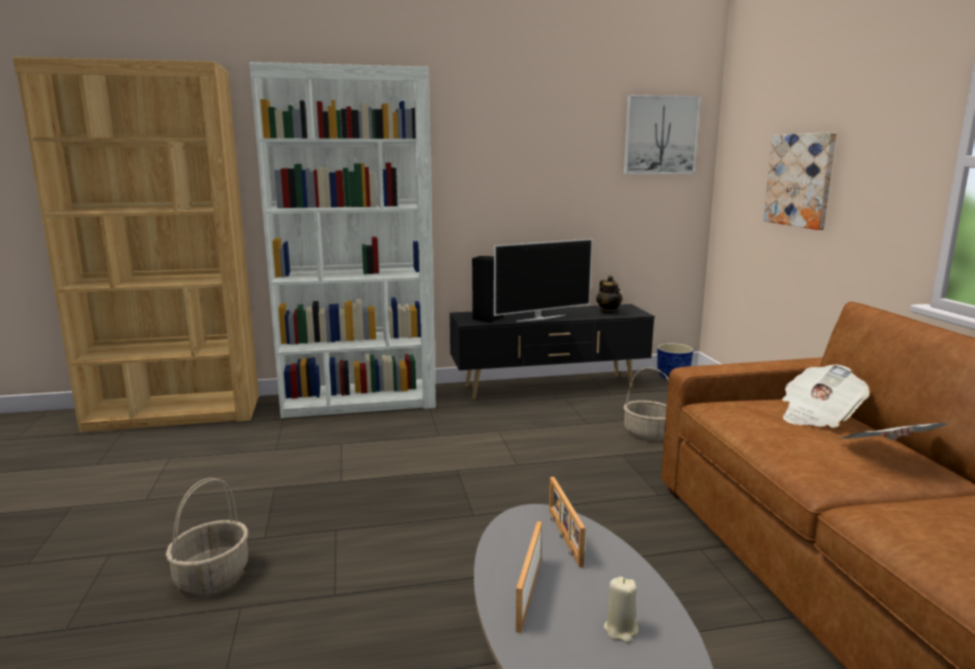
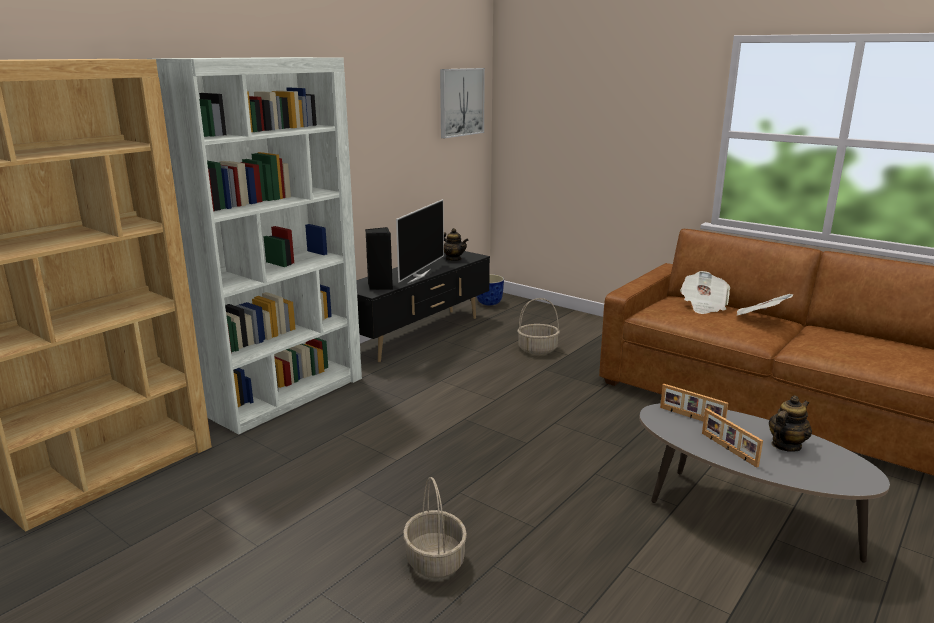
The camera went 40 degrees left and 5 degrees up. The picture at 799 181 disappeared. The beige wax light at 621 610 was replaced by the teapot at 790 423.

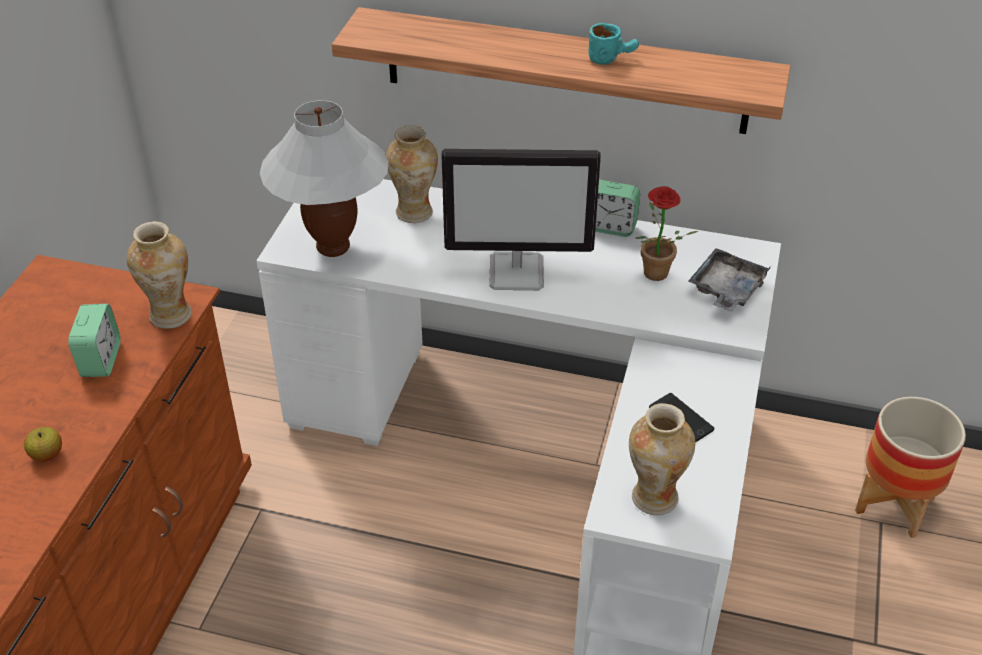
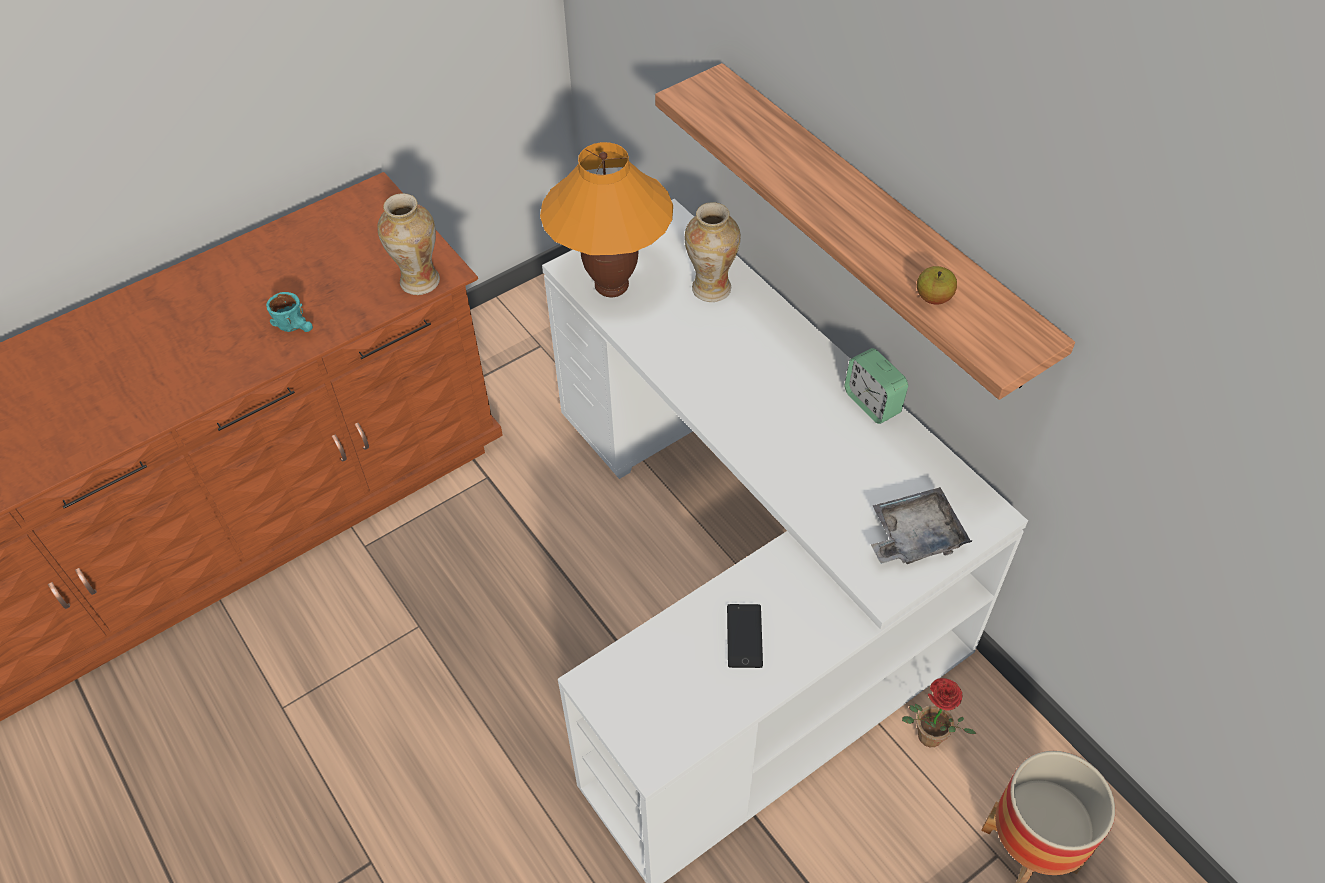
The camera went 40 degrees right and 10 degrees up. The turquoise-coloured coffee mug moved from 614 44 to 289 312. The whitish tabletop lamp at 324 178 became the orange-coloured tabletop lamp at 606 219. The computer display at 521 219 disappeared. The plant in a pot moved from 667 233 to 939 712. The alarm clock at 94 340 disappeared. The vase at 662 459 disappeared. The apple fruit moved from 43 444 to 937 285.

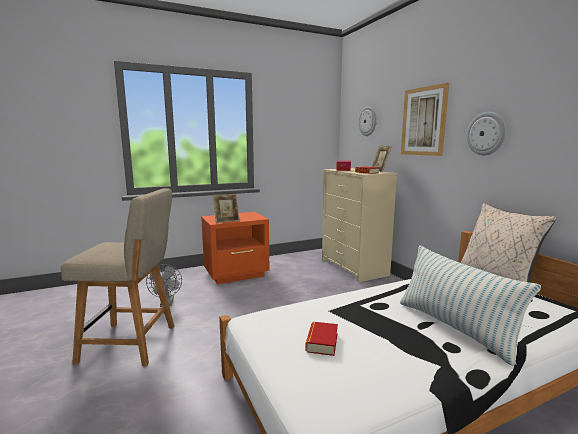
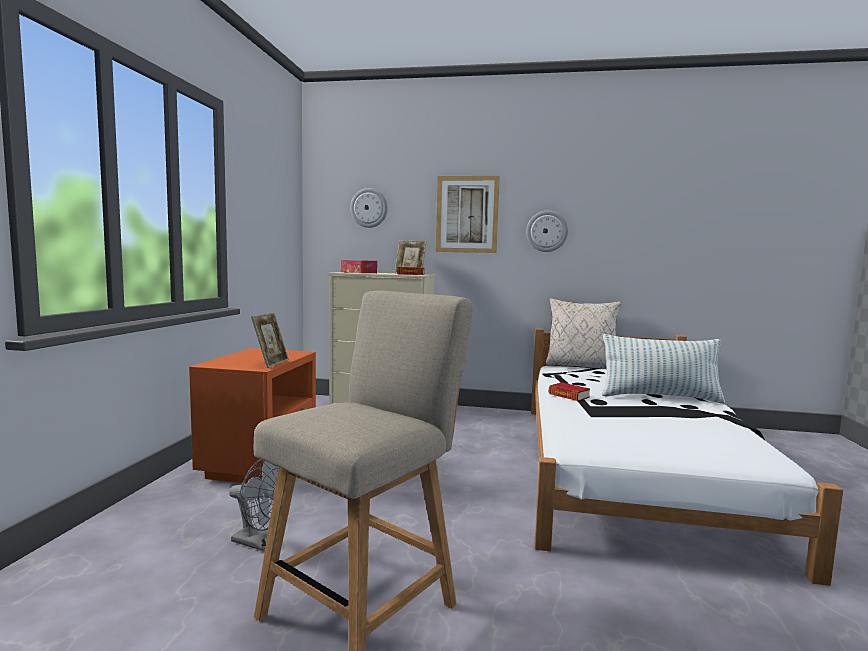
The camera went 55 degrees left and 5 degrees down. The volume moved from 321 339 to 569 391.

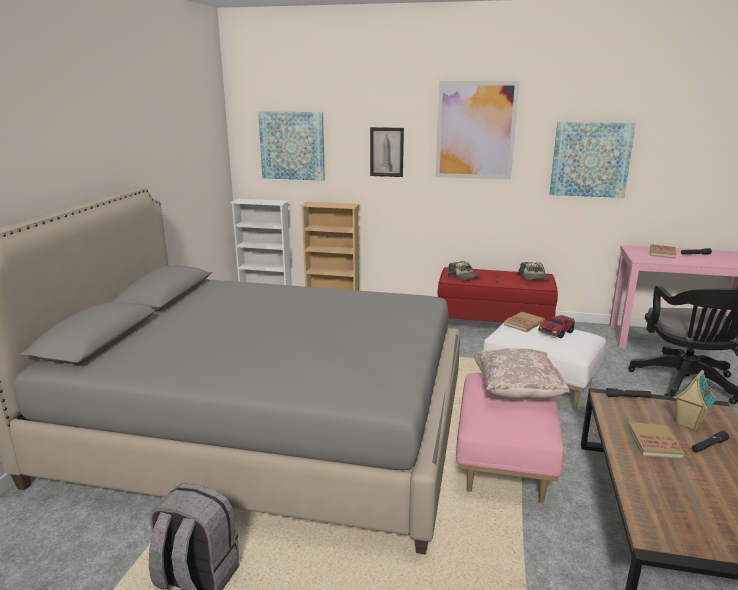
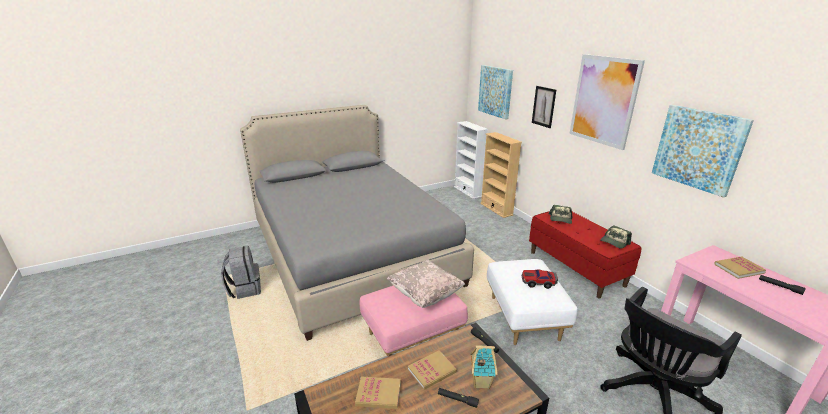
The camera went 50 degrees right and 5 degrees up. The volume moved from 524 322 to 378 392.

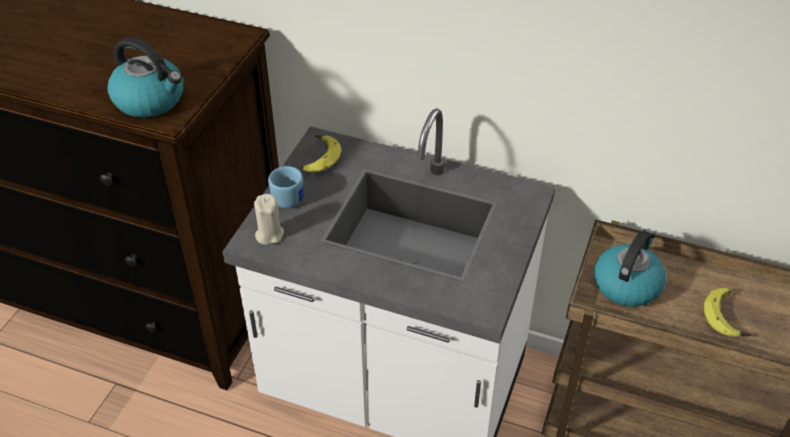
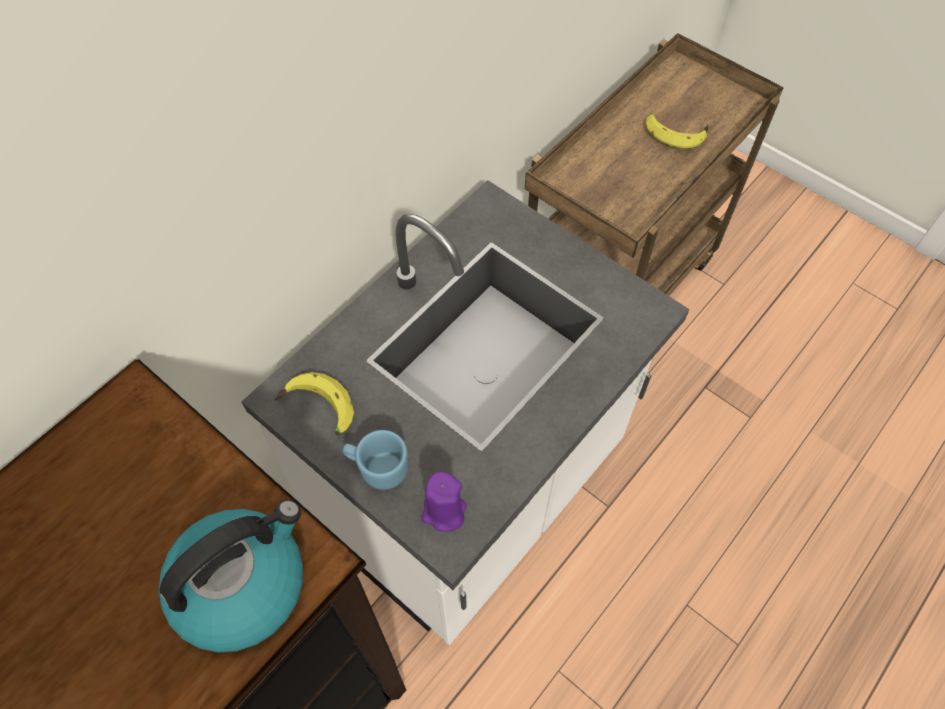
The camera went 70 degrees left and 15 degrees up. The beige wax light at 269 219 became the purple wax light at 444 502. The kettle at 630 268 disappeared.

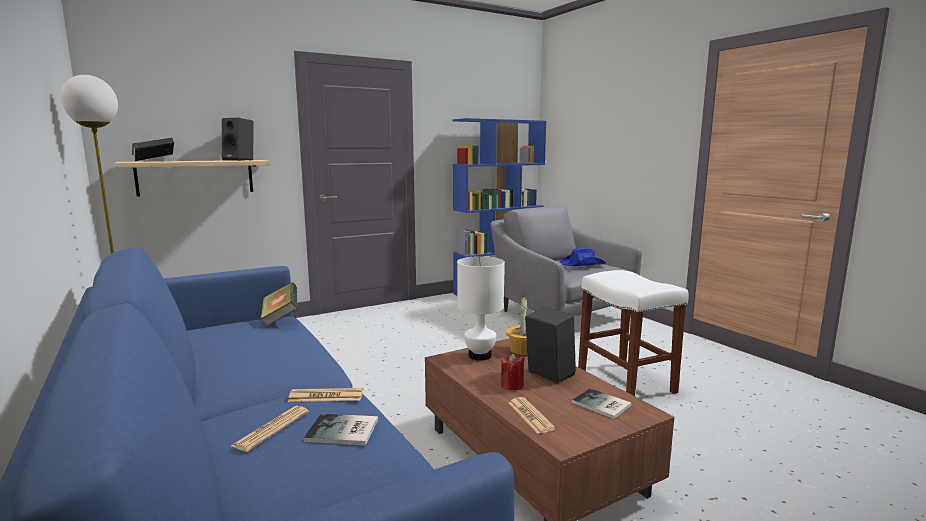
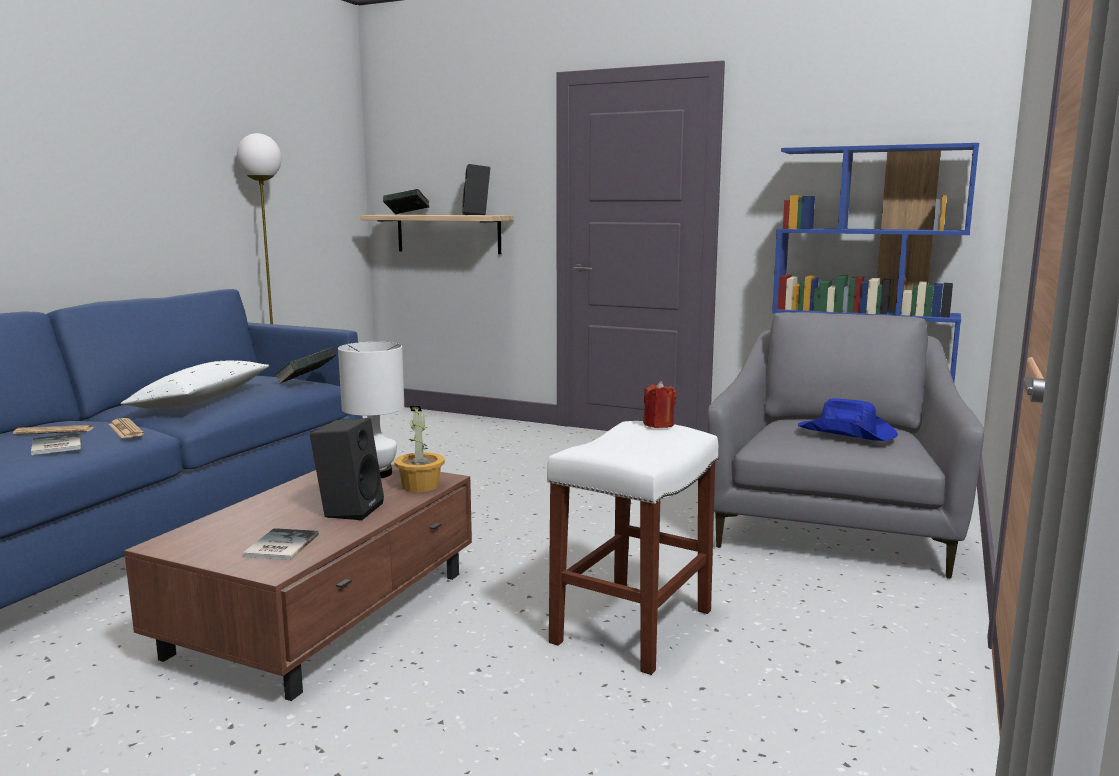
The camera went 55 degrees right and 0 degrees up. The reddish wax light moved from 513 372 to 660 404. The printed paper at 532 415 disappeared. The whitish cushion at 194 385 appeared.

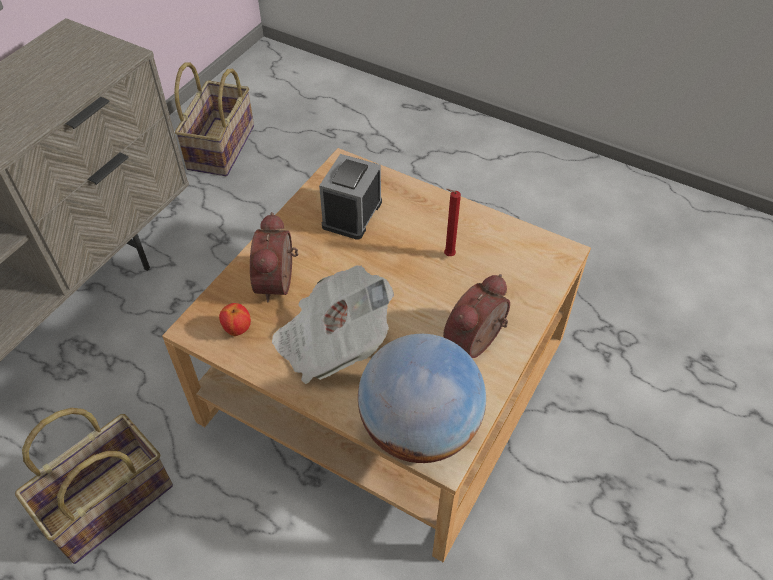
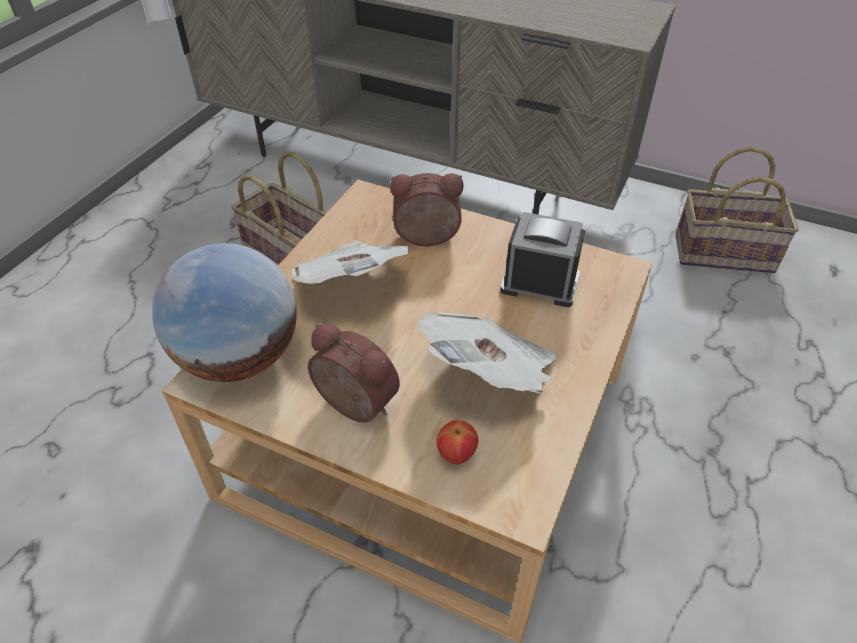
The camera went 85 degrees right and 5 degrees down. The reddish wax light at 452 222 was replaced by the printed paper at 487 352. The apple fruit moved from 235 319 to 457 442.

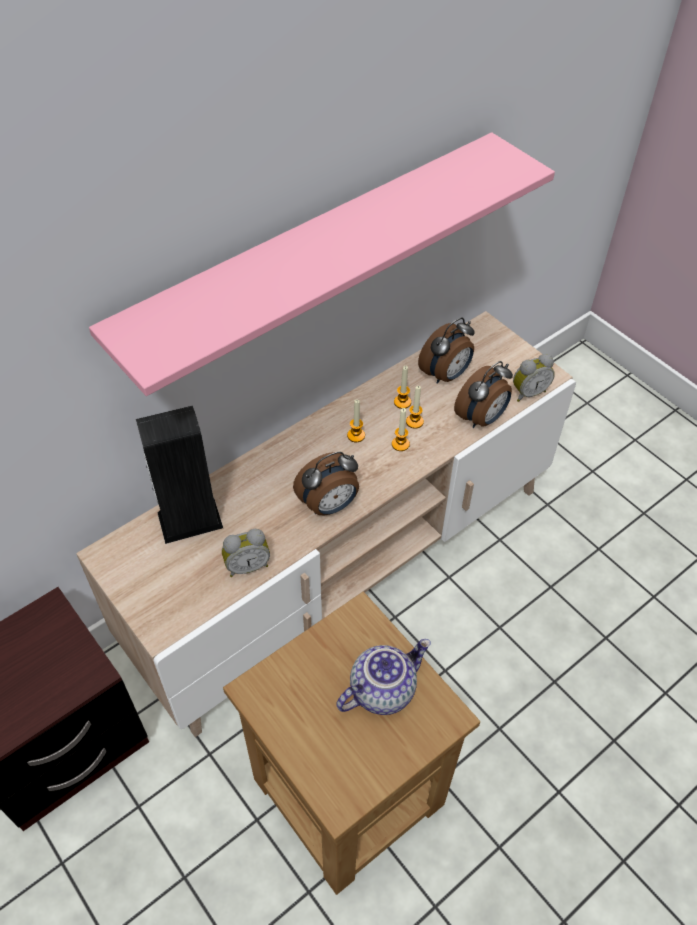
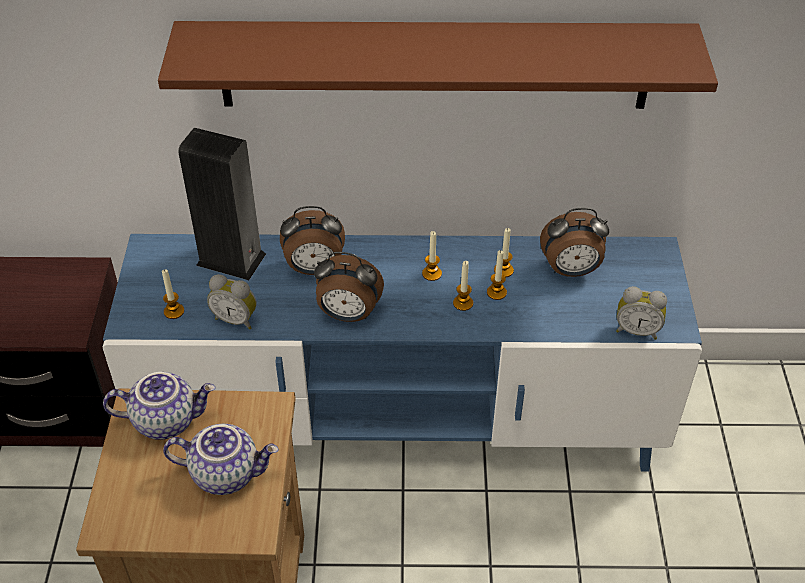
The camera went 40 degrees right and 5 degrees down. The pinkish shelf at 322 264 became the brownish shelf at 438 65. The beige tv stand at 326 524 became the bluish tv stand at 402 353. The alarm clock moved from 483 394 to 312 240. The wax light at 173 294 appeared. The teapot at 159 406 appeared.

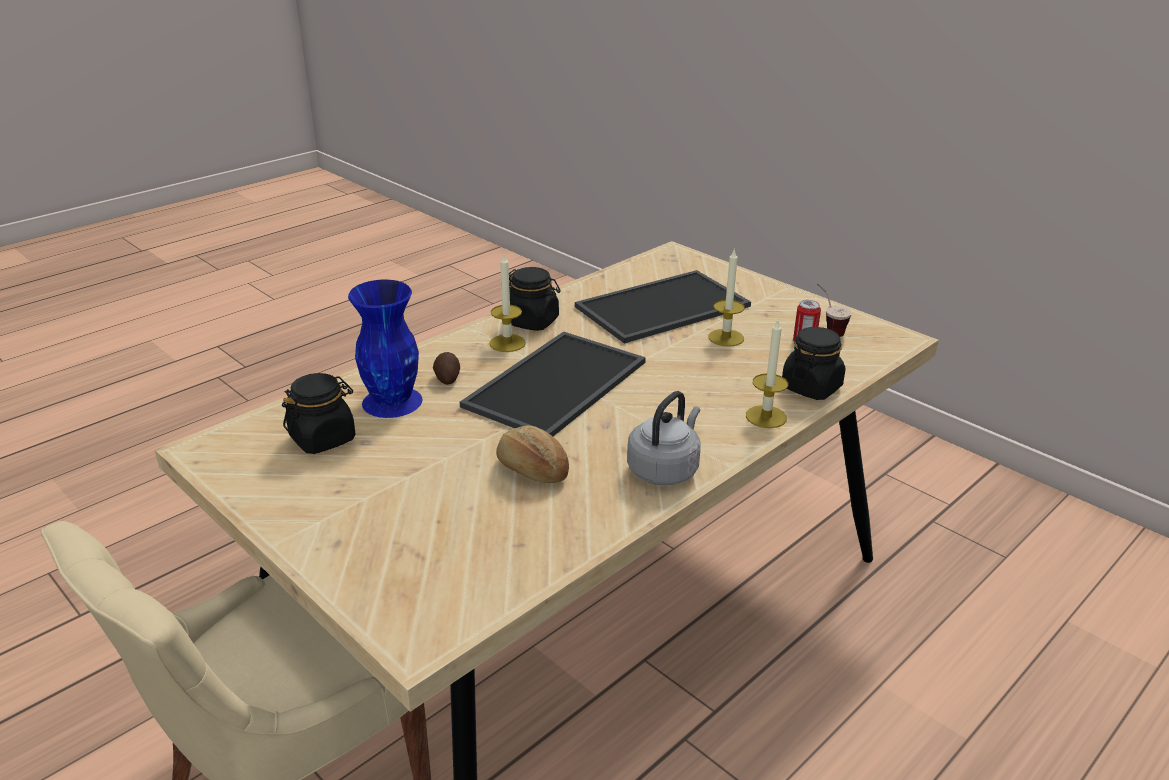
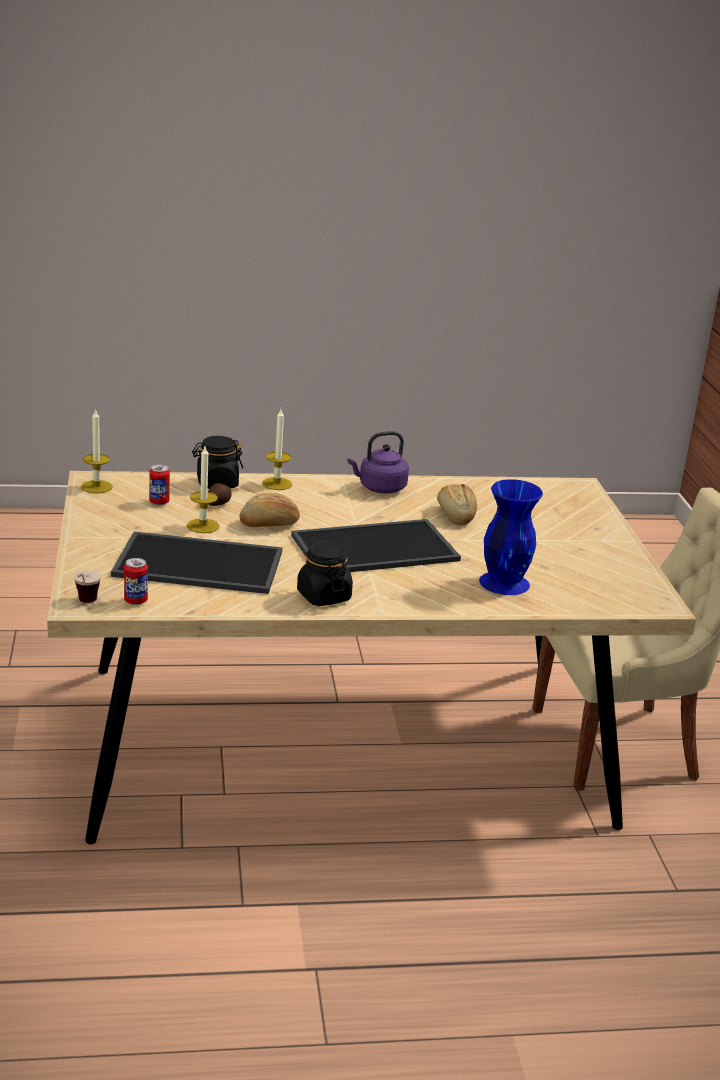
The camera went 145 degrees left and 5 degrees down. The wax light moved from 507 303 to 97 450. The small cup moved from 834 310 to 87 587. The spud moved from 446 368 to 220 494. The blackish storage jar at 319 413 disappeared. The greyish kettle at 664 438 became the purple kettle at 378 462. The baked bread at 270 510 appeared. The can at 136 581 appeared.

